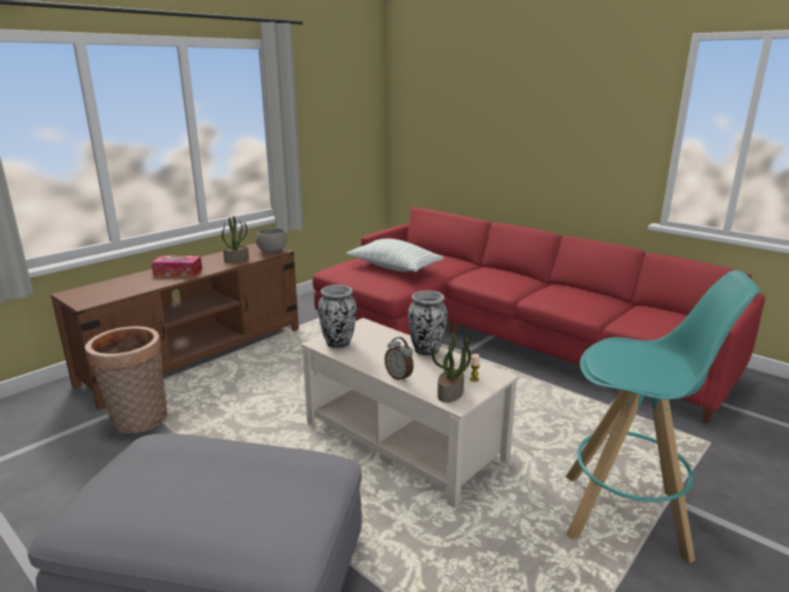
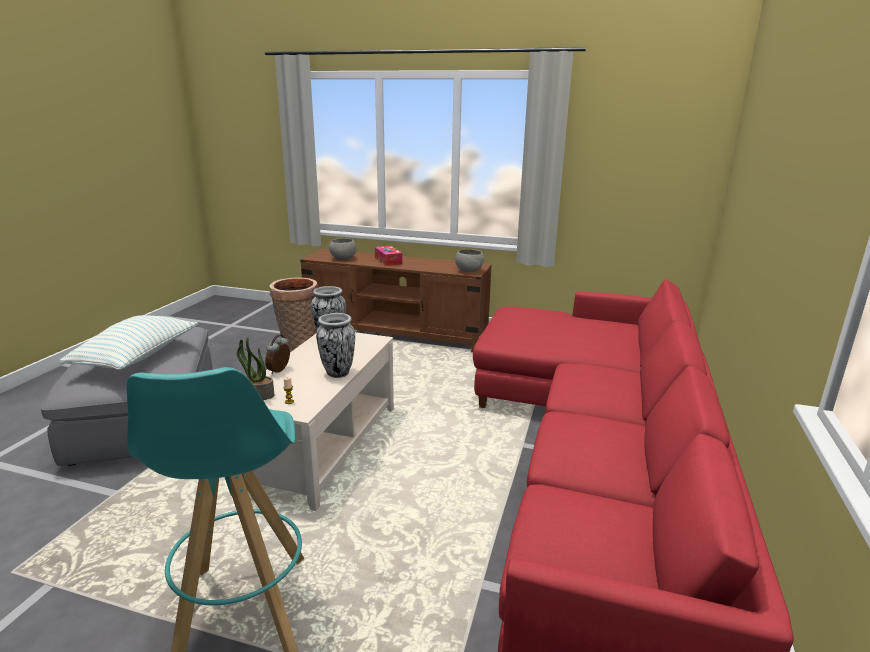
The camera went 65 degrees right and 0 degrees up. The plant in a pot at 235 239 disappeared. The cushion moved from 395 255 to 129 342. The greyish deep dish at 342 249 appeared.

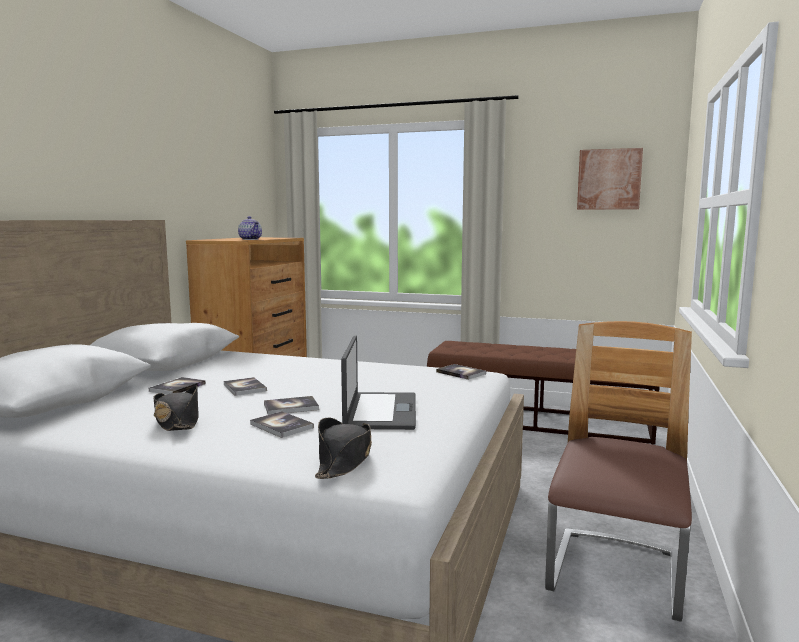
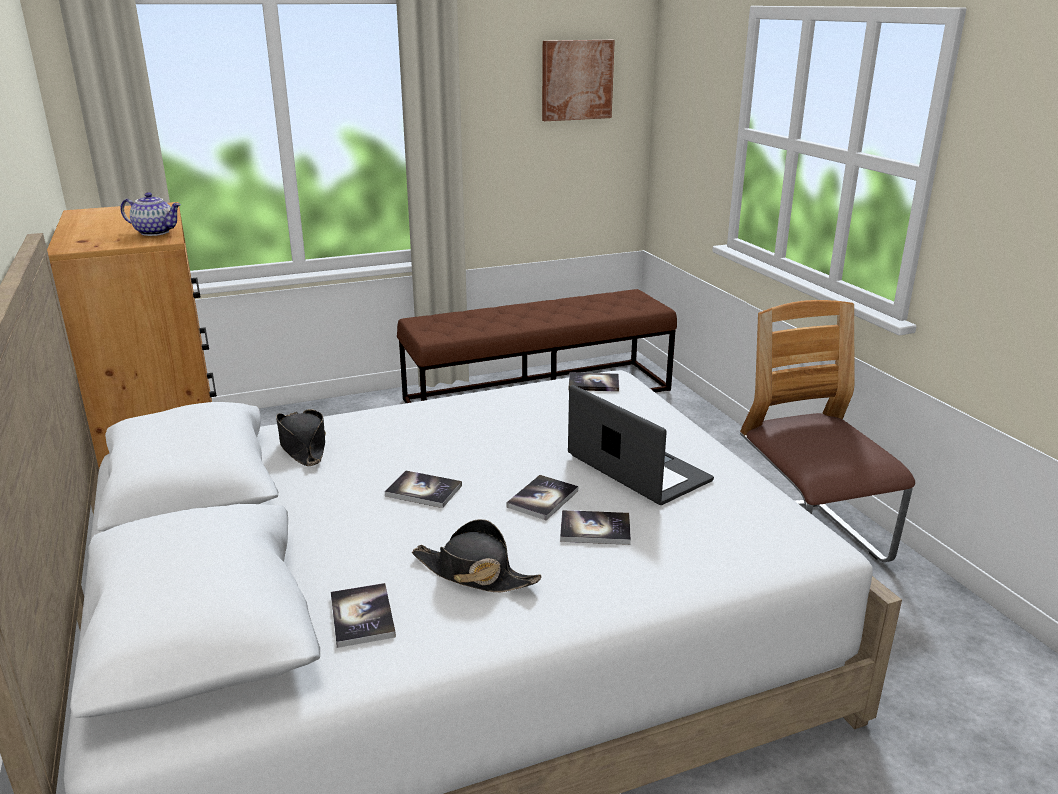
The camera went 40 degrees left and 15 degrees up. The volume moved from 177 385 to 363 615. The blackish wearable hat moved from 343 448 to 301 438.

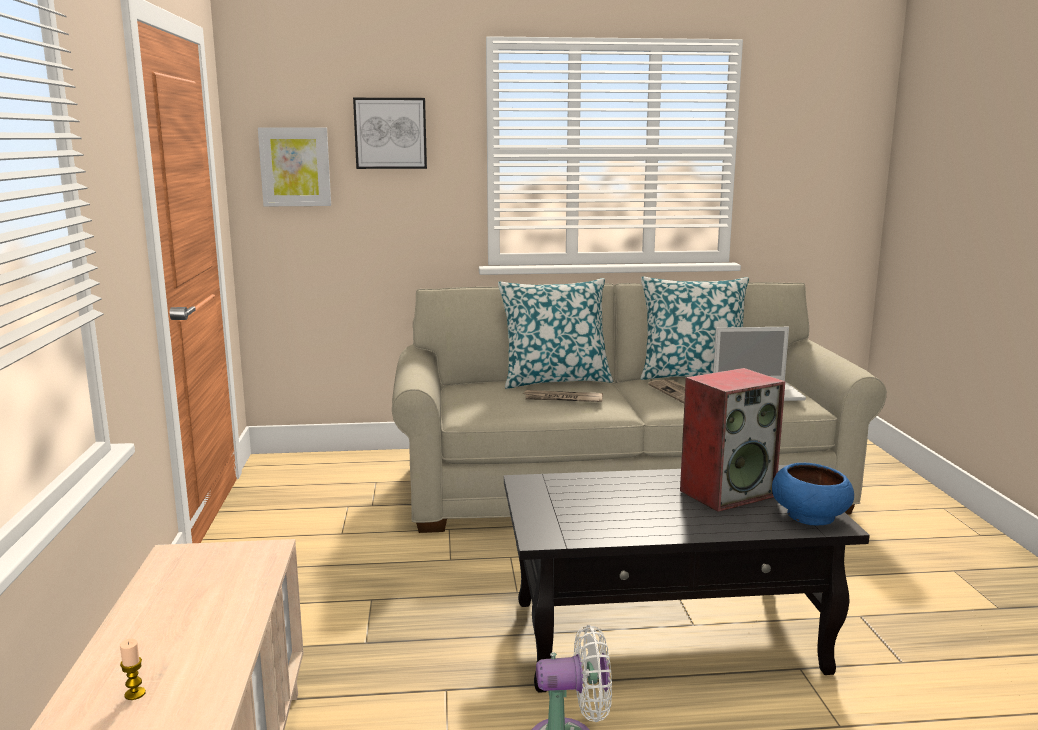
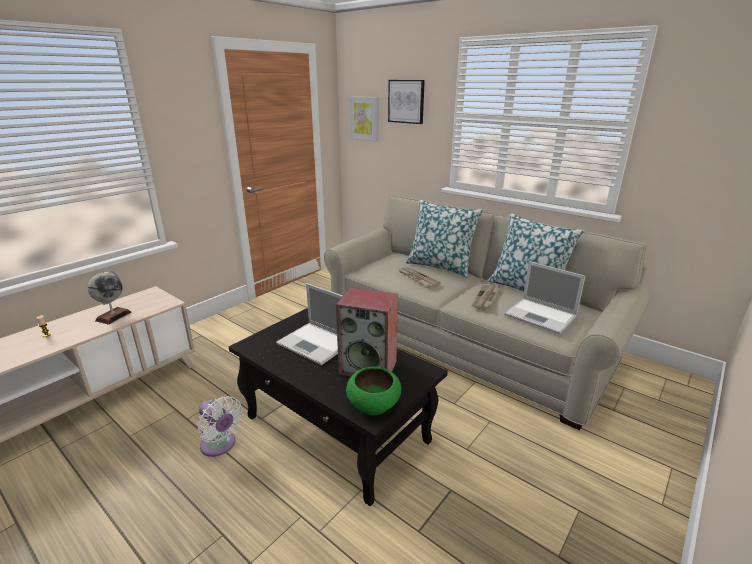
The camera went 45 degrees right and 10 degrees up. The bluish deep dish at 813 494 became the green-coloured deep dish at 373 391. The desk globe at 109 297 appeared. The portable computer at 309 324 appeared.

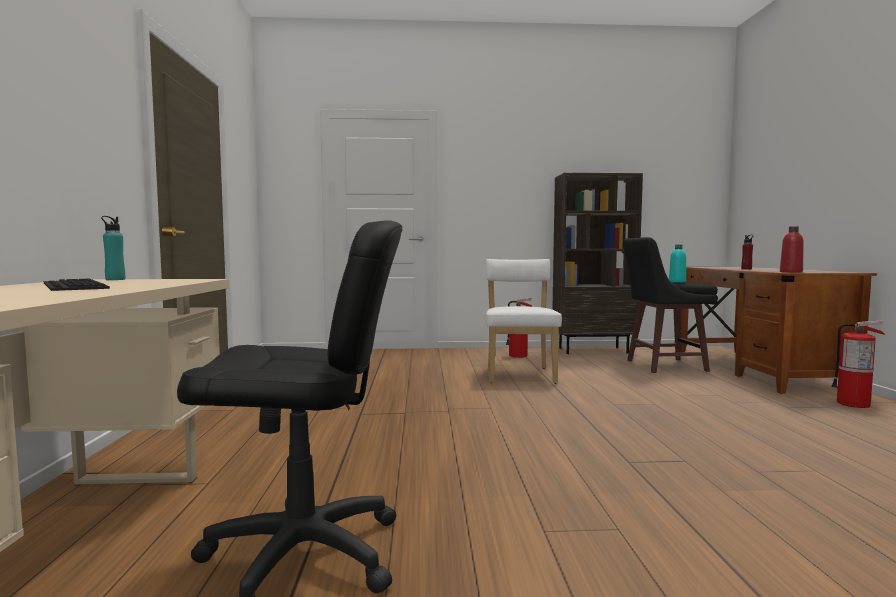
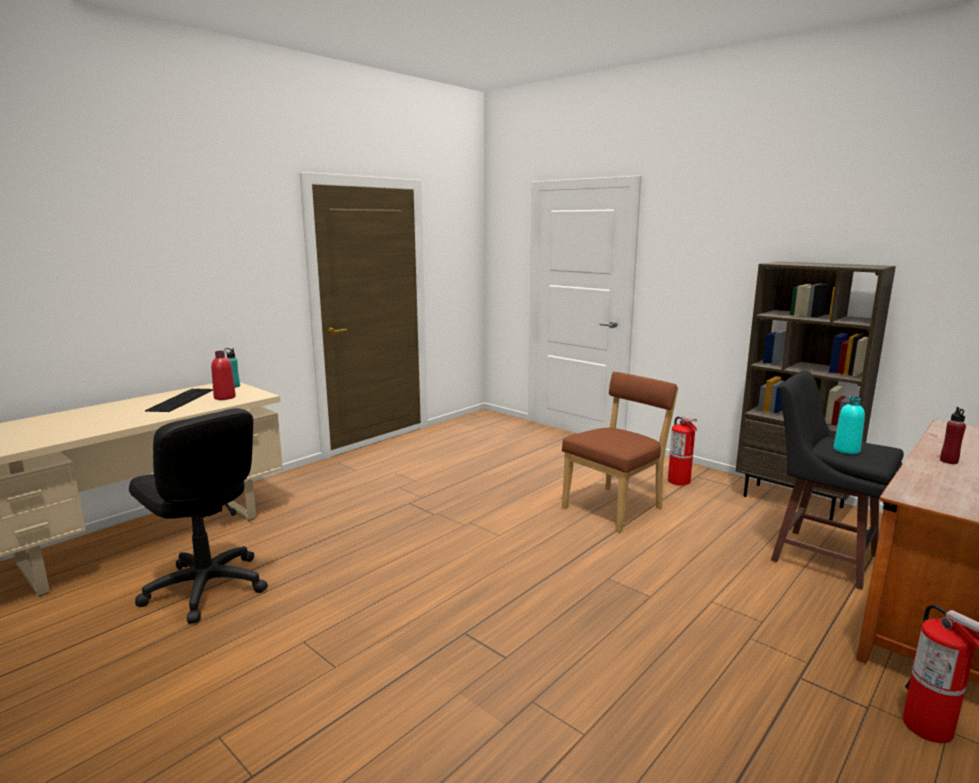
The camera went 45 degrees right and 10 degrees up. The reddish beverage bottle moved from 792 249 to 223 375. The whitish plain chair at 524 321 became the brownish plain chair at 620 452.

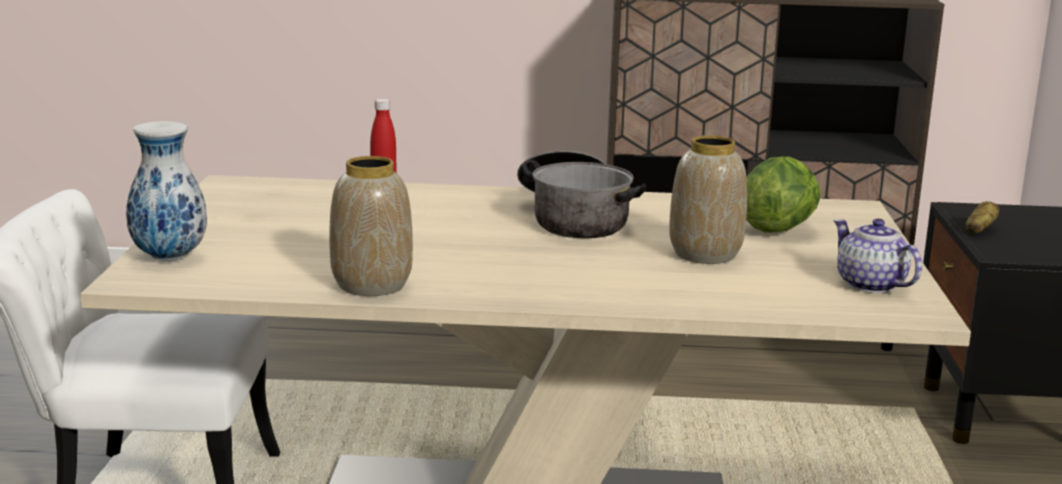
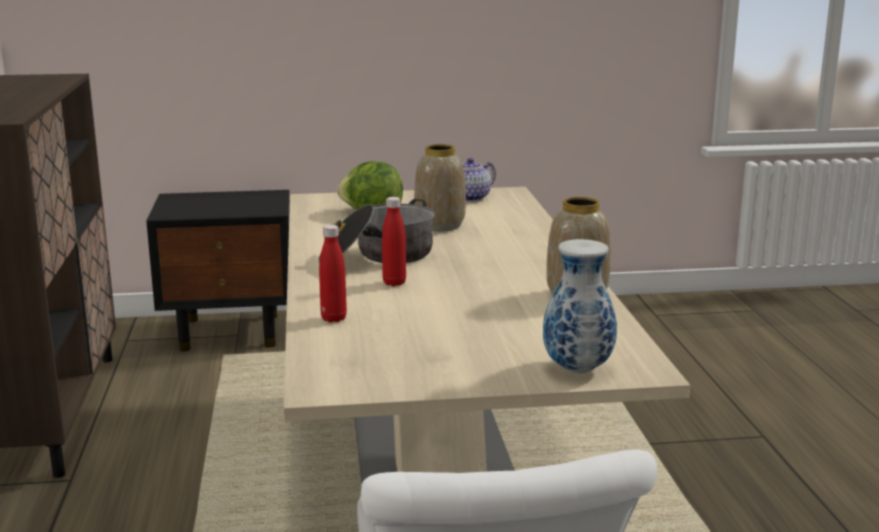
The camera went 100 degrees left and 0 degrees up. The spud at 982 217 disappeared. The reddish beverage bottle at 394 241 appeared.

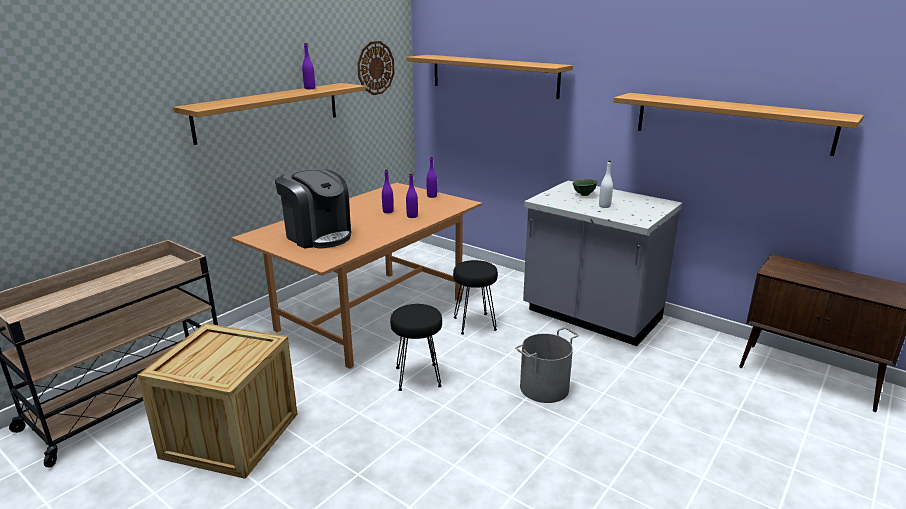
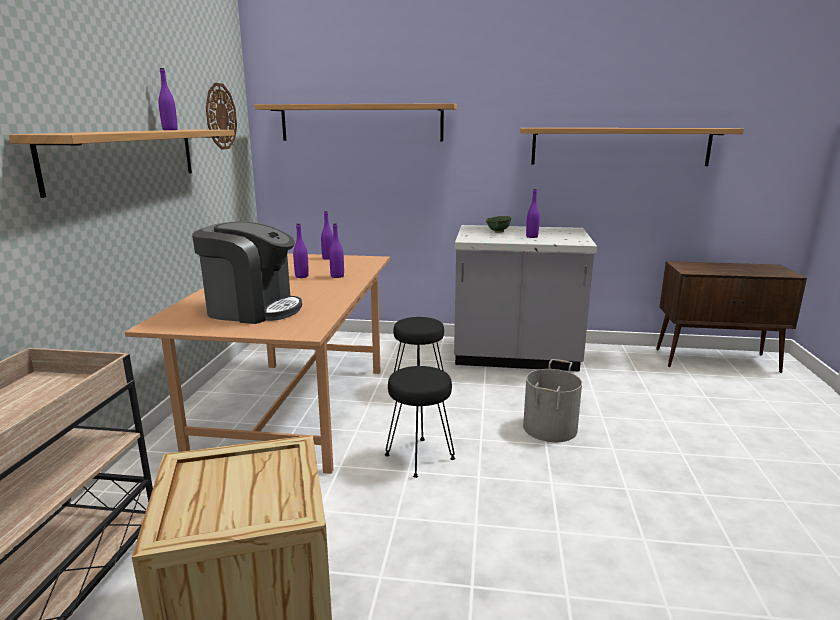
The camera went 30 degrees left and 5 degrees down. The whitish beverage bottle at 606 184 became the purple beverage bottle at 533 213.

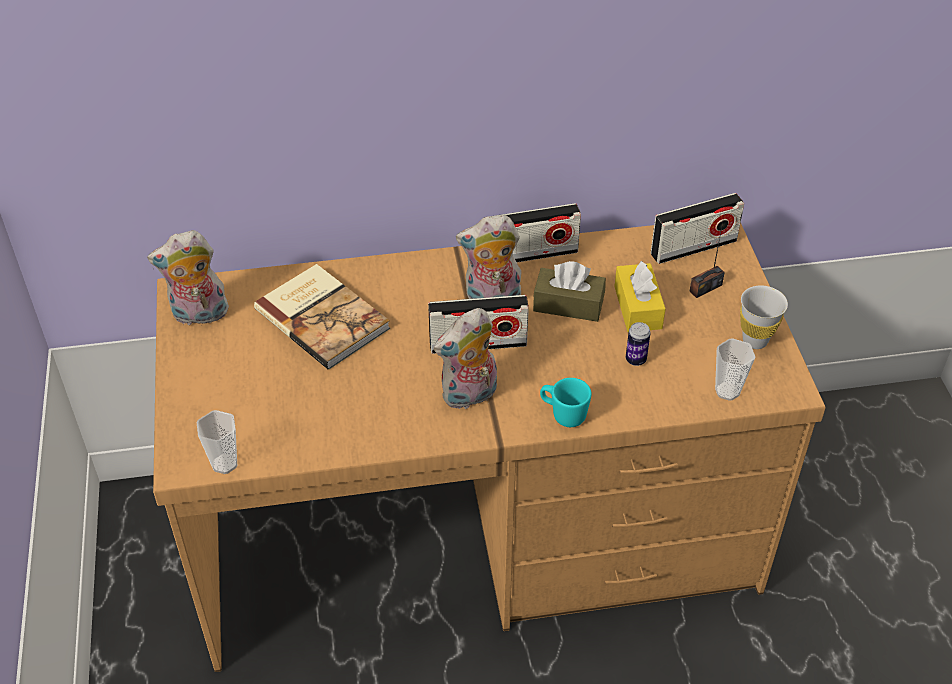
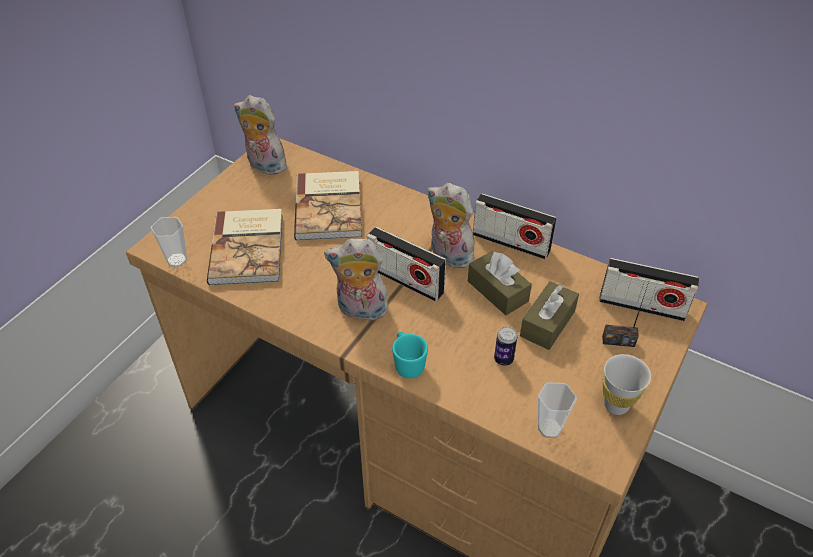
The camera went 40 degrees right and 0 degrees up. The yellow-coloured box of tissues at 640 296 became the brownish box of tissues at 549 315. The volume at 245 247 appeared.

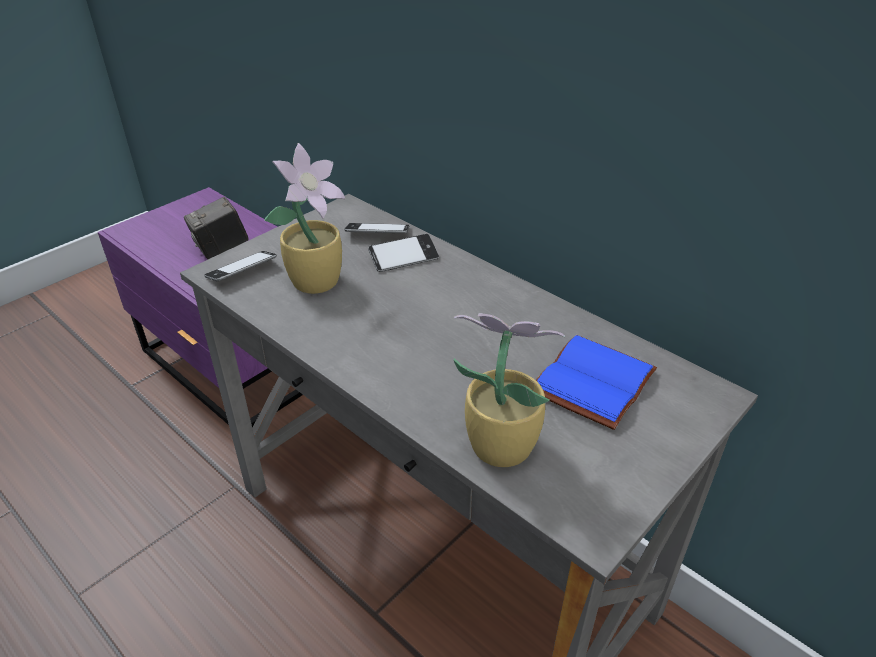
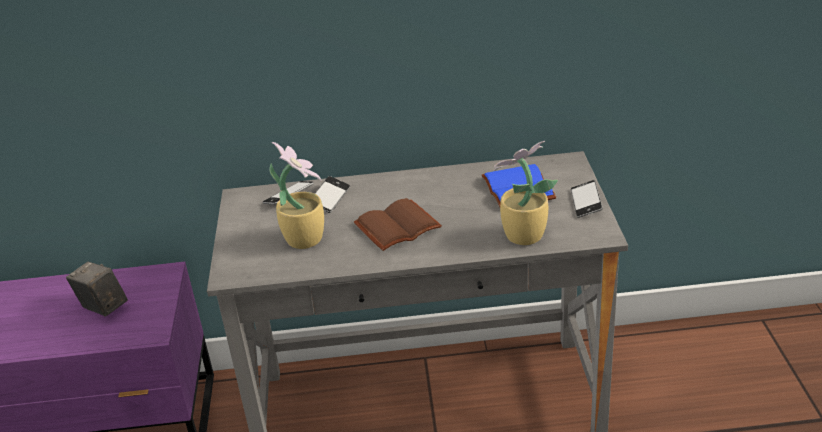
The camera went 45 degrees left and 5 degrees down. The photo camera at 216 228 turned 120 degrees clockwise. The handset moved from 241 266 to 587 199. The brownish volume at 398 224 appeared.

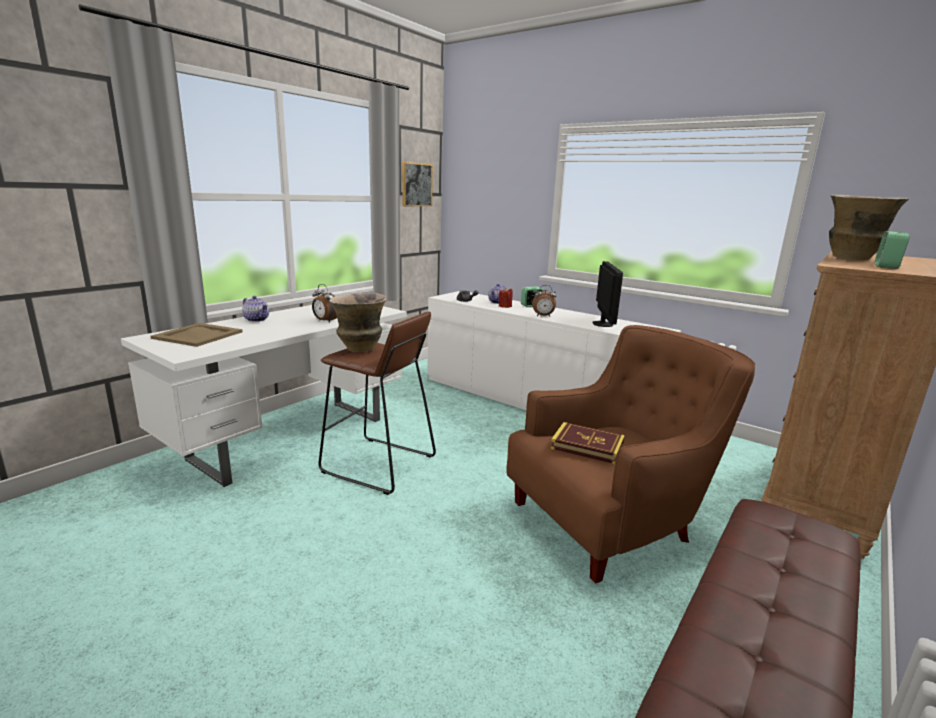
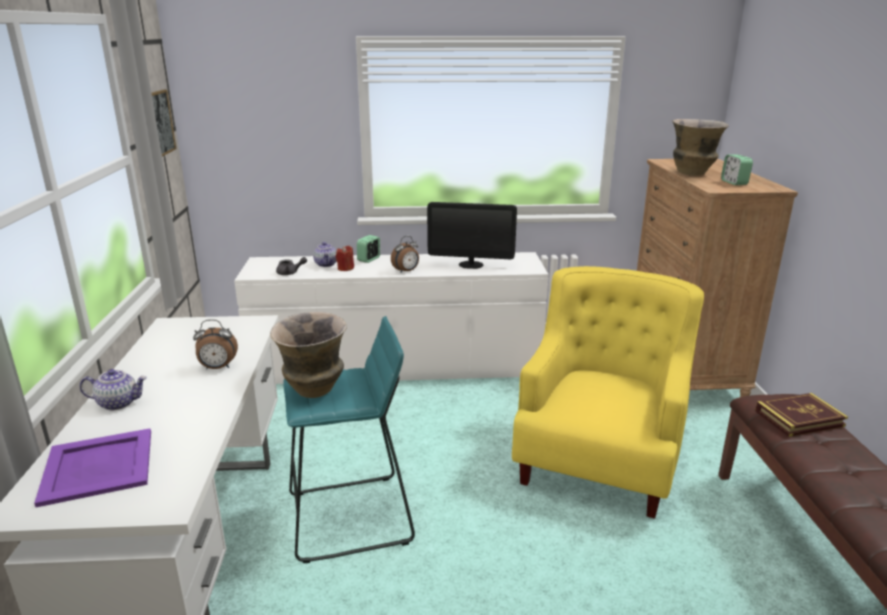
The camera went 40 degrees left and 5 degrees up. The computer display at 607 294 turned 135 degrees clockwise. The brownish stool at 377 403 became the turquoise-coloured stool at 349 439. The beige carrying tray at 196 335 became the purple carrying tray at 92 467. The brownish armchair at 630 454 became the yellow-coloured armchair at 608 392. The volume moved from 587 443 to 801 415.

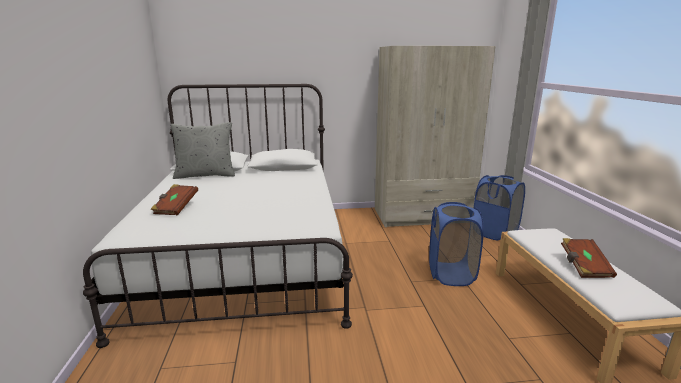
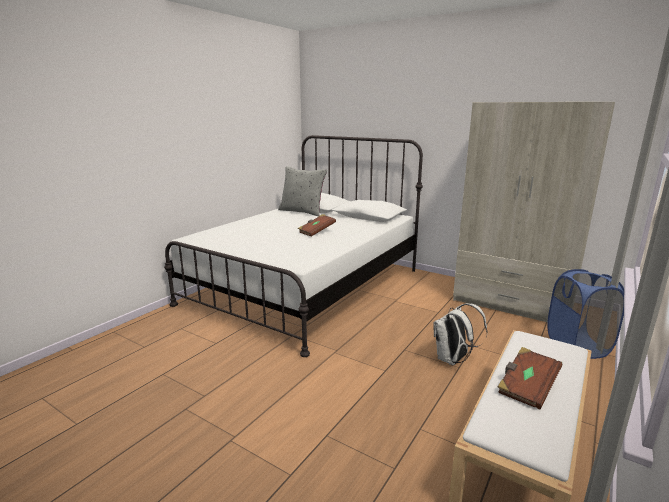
The camera went 40 degrees right and 0 degrees up. The brownish volume moved from 174 199 to 317 225. The bluish washing basket at 456 244 was replaced by the whitish rucksack at 460 334.

